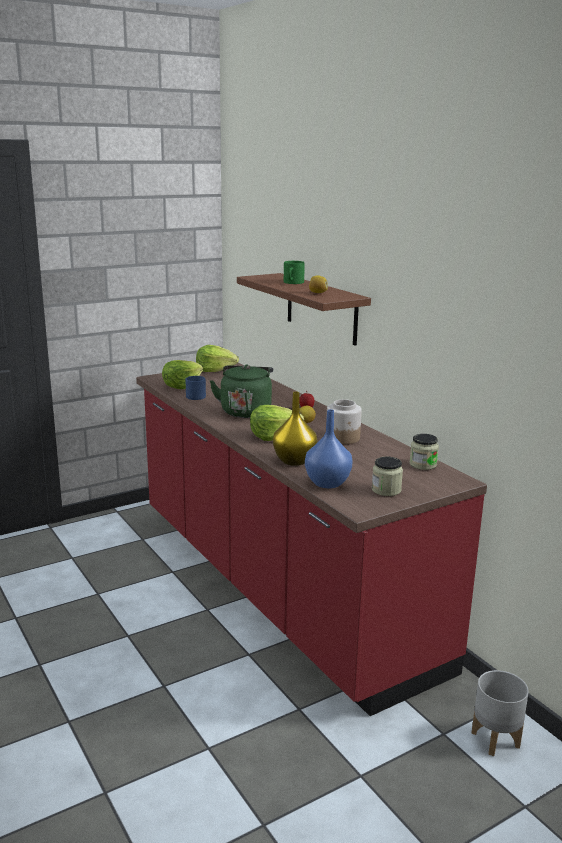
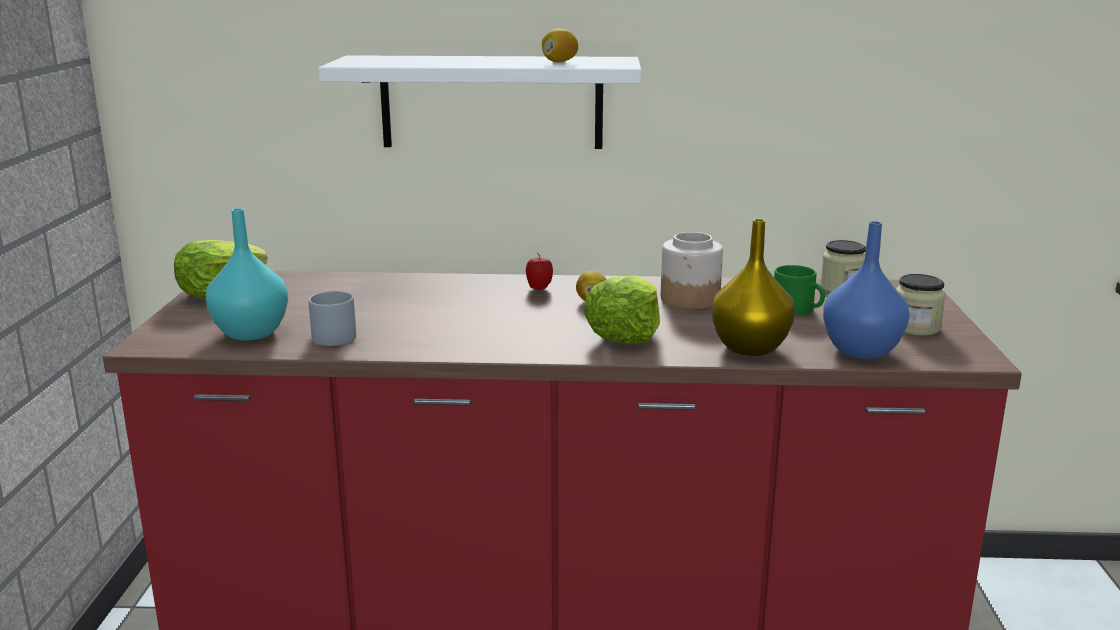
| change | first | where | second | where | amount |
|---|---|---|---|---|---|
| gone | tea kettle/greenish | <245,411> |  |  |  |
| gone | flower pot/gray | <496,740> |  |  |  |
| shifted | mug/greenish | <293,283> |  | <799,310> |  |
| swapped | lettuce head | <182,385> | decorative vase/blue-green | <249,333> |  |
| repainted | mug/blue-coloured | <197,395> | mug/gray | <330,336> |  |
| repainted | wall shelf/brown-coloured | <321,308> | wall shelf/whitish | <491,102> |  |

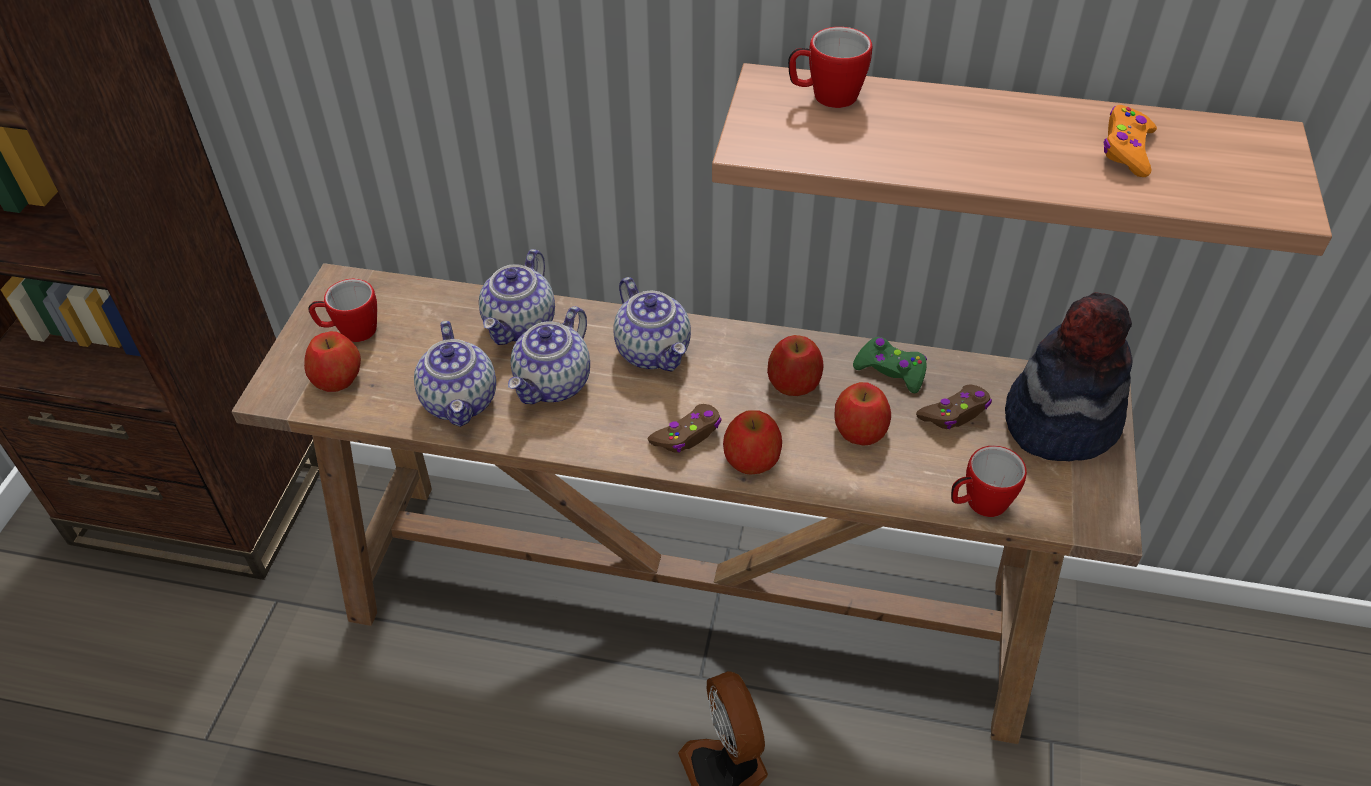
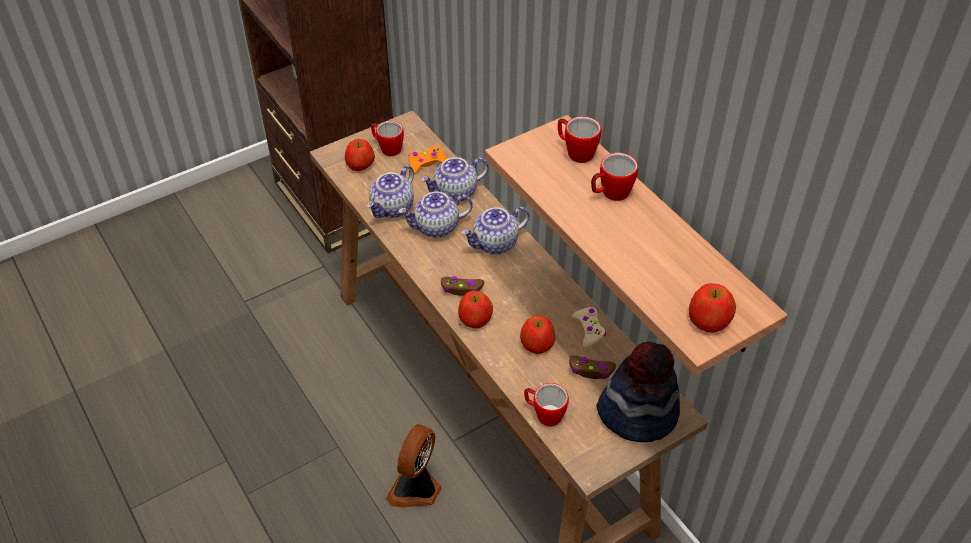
| change | first | where | second | where | amount |
|---|---|---|---|---|---|
| new |  |  | mug | <610,194> |  |
| shifted | apple | <794,381> |  | <709,320> |  |
| shifted | joypad/orange | <1126,150> |  | <426,163> |  |
| repainted | joypad/greenish | <891,370> | joypad/sand-coloured | <589,330> |  |
| rotated | tea pot | <654,351> |  | <495,244> | 45 degrees clockwise |

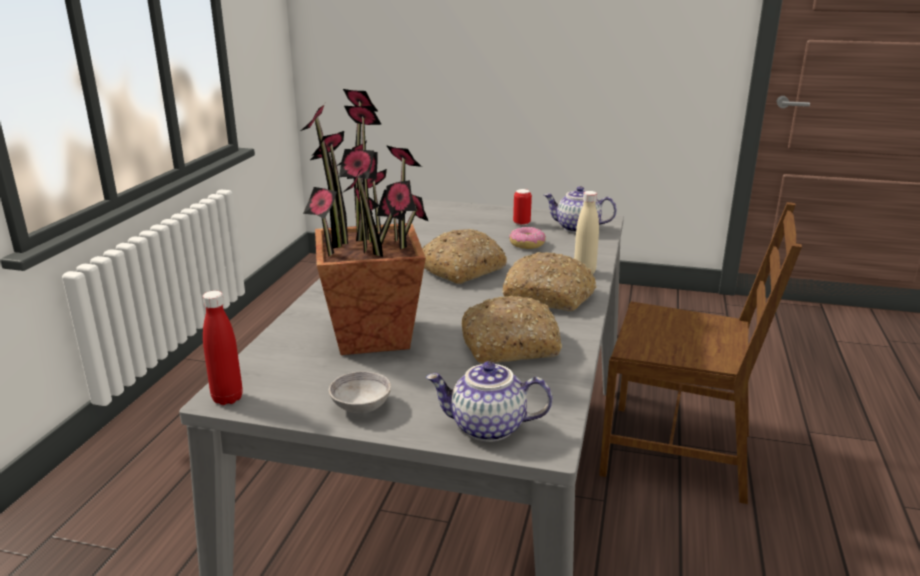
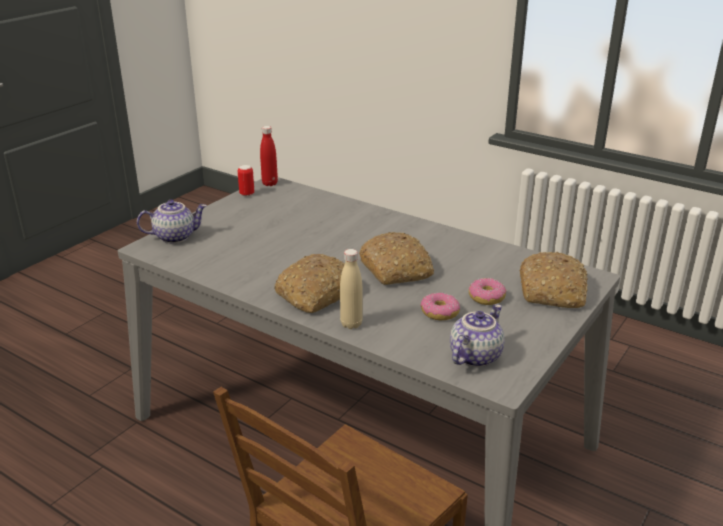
| change | first | where | second | where | amount |
|---|---|---|---|---|---|
| gone | houseplant | <373,336> |  |  |  |
| gone | bowl/gray | <361,406> |  |  |  |
| new |  |  | doughnut | <486,297> |  |
| shifted | bread | <511,345> |  | <553,291> |  |
| shifted | metal can | <521,223> |  | <247,194> |  |
| rotated | tea pot | <487,428> |  | <175,236> | 45 degrees clockwise |

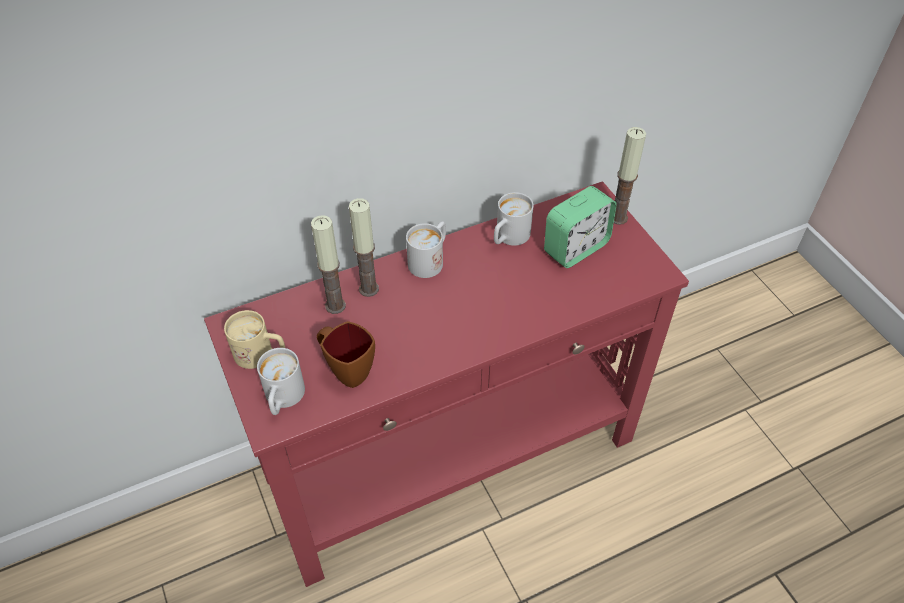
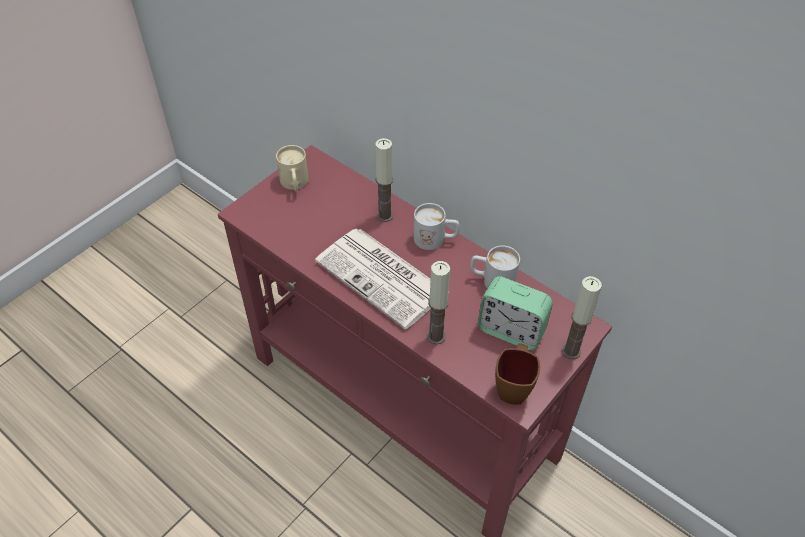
| change | first | where | second | where | amount |
|---|---|---|---|---|---|
| gone | mug/whitish | <283,399> |  |  |  |
| new |  |  | daily paper | <383,278> |  |
| shifted | candle | <335,306> |  | <436,336> |  |
| shifted | mug/brown-coloured | <346,370> |  | <513,386> |  |

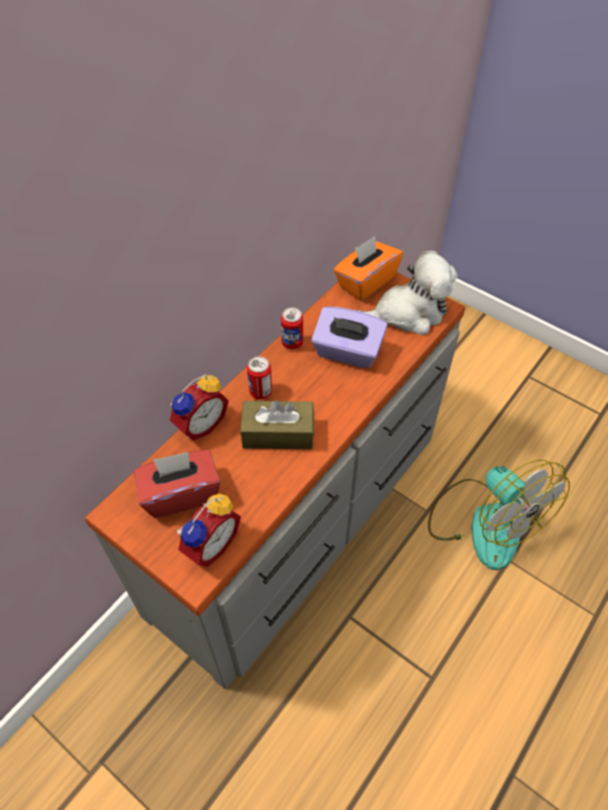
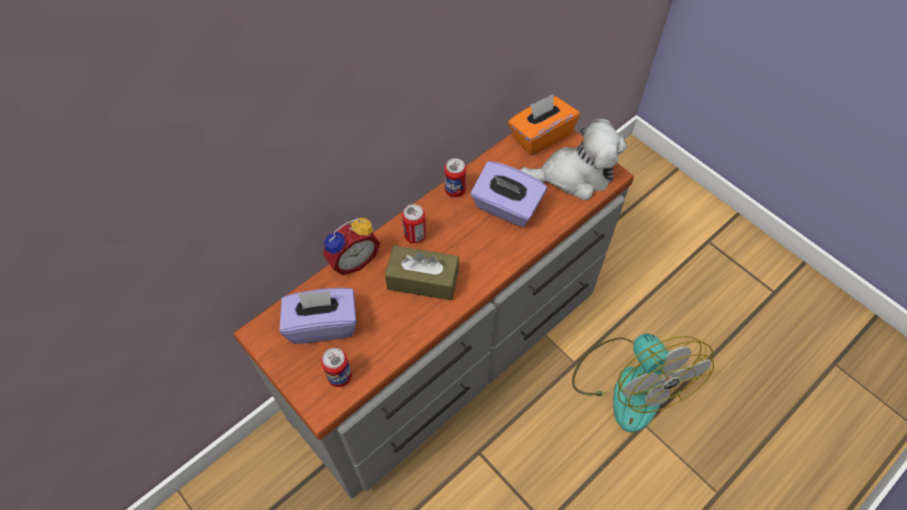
| change | first | where | second | where | amount |
|---|---|---|---|---|---|
| swapped | bedside clock | <209,544> | metal can | <340,376> |  |
| repainted | tissue holder/red | <181,493> | tissue holder/purplish | <322,324> |  |

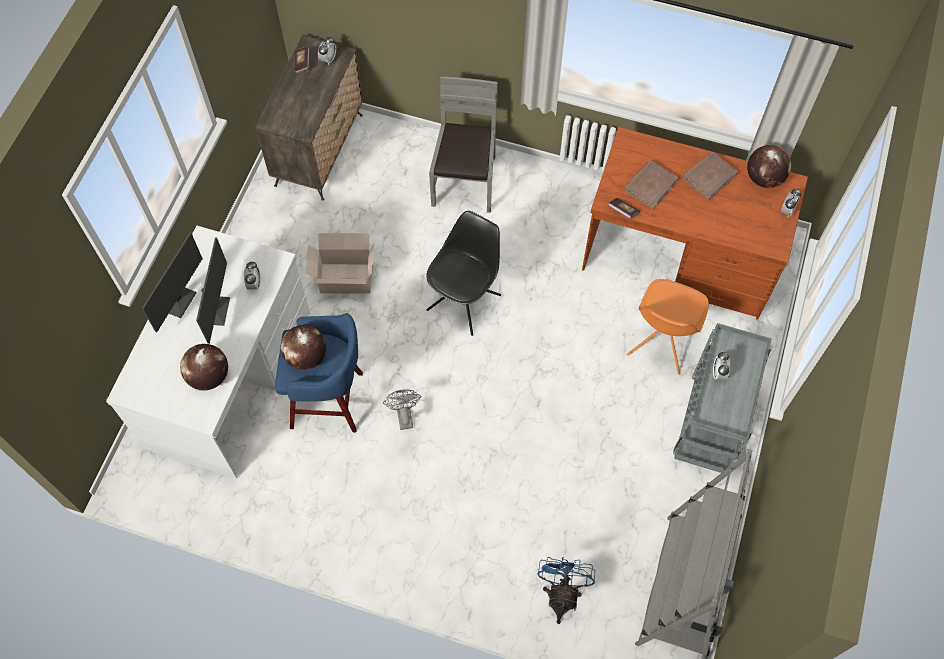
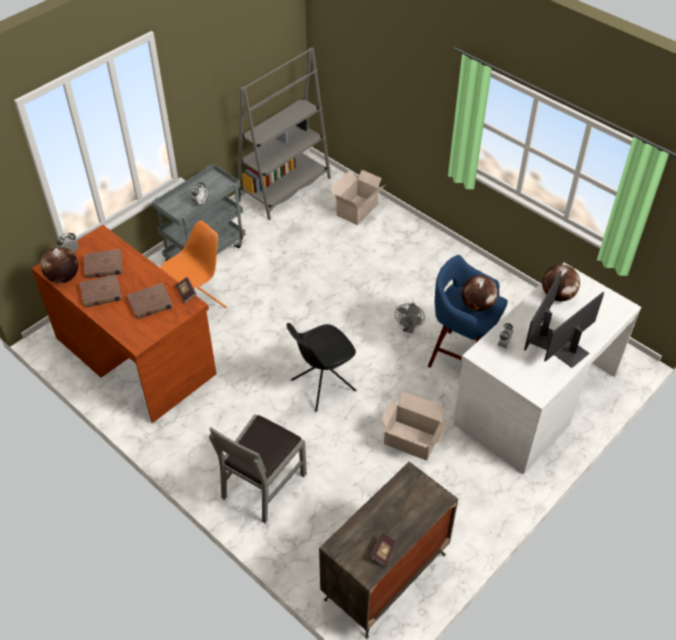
| change | first | where | second | where | amount |
|---|---|---|---|---|---|
| gone | bedside clock | <328,59> |  |  |  |
| new |  |  | book/brown-coloured | <103,266> |  |
| swapped | fan/blue-coloured | <561,594> | carton | <358,209> |  |

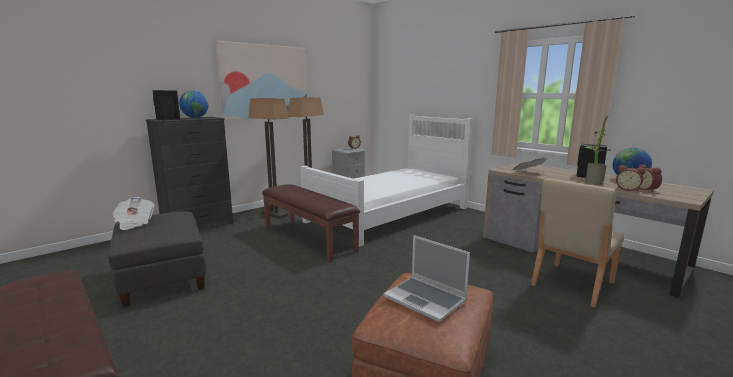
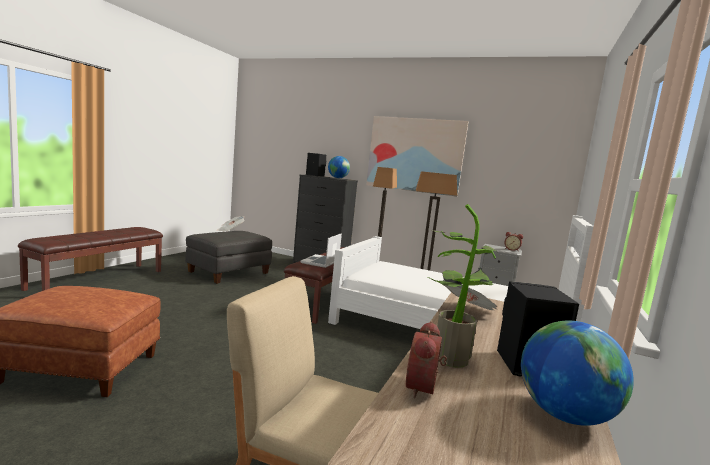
| change | first | where | second | where | amount |
|---|---|---|---|---|---|
| gone | bedside clock | <646,189> |  |  |  |
| shifted | laptop | <426,299> |  | <320,262> |  |

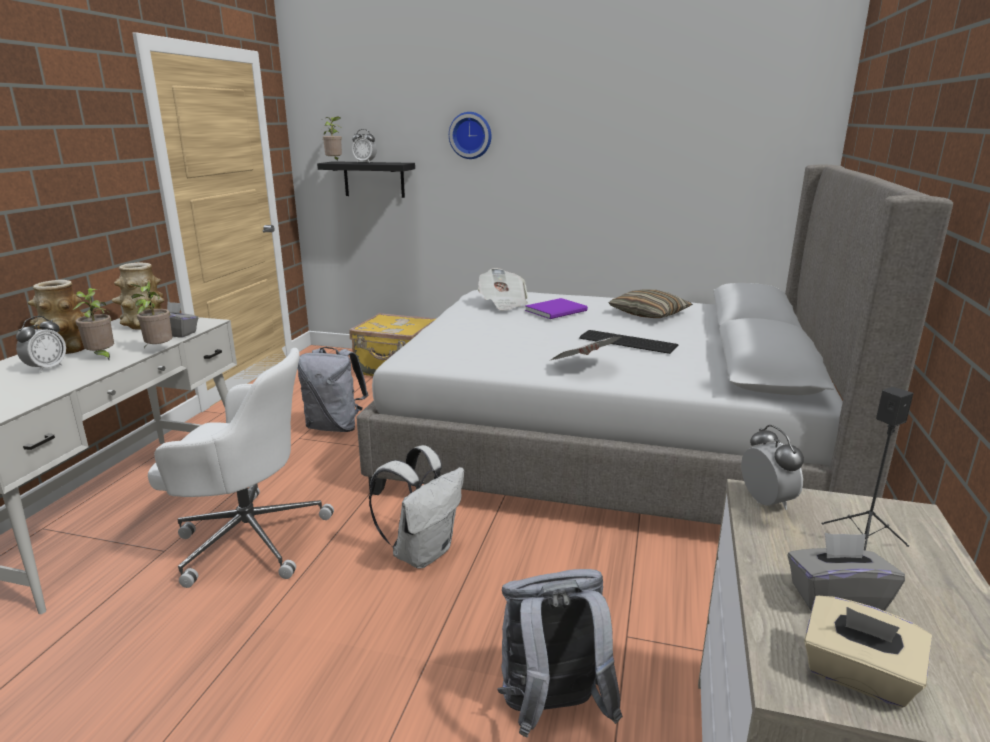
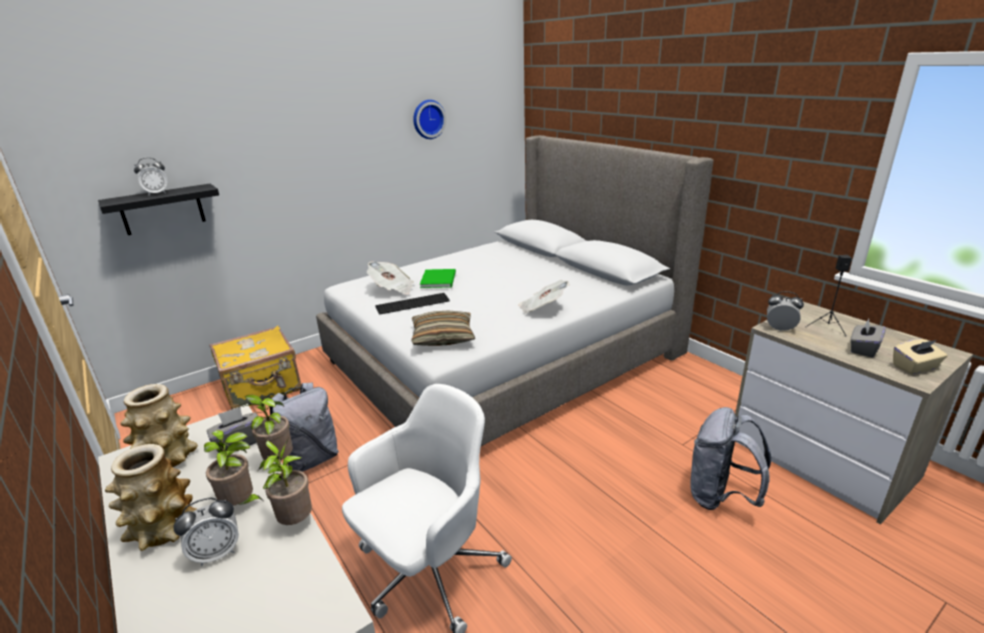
| change | first | where | second | where | amount |
|---|---|---|---|---|---|
| gone | backpack/whitish | <422,552> |  |  |  |
| shifted | houseplant | <334,162> |  | <296,521> |  |
| shifted | clock on the wall | <471,135> |  | <428,119> |  |
| shifted | computer keyboard | <628,342> |  | <413,304> |  |
| shifted | throw pillow | <649,314> |  | <443,337> |  |
| repainted | book/purplish | <558,310> | book/greenish | <439,279> |  |
| rotated | bedside clock | <46,368> |  | <217,553> | 90 degrees clockwise |

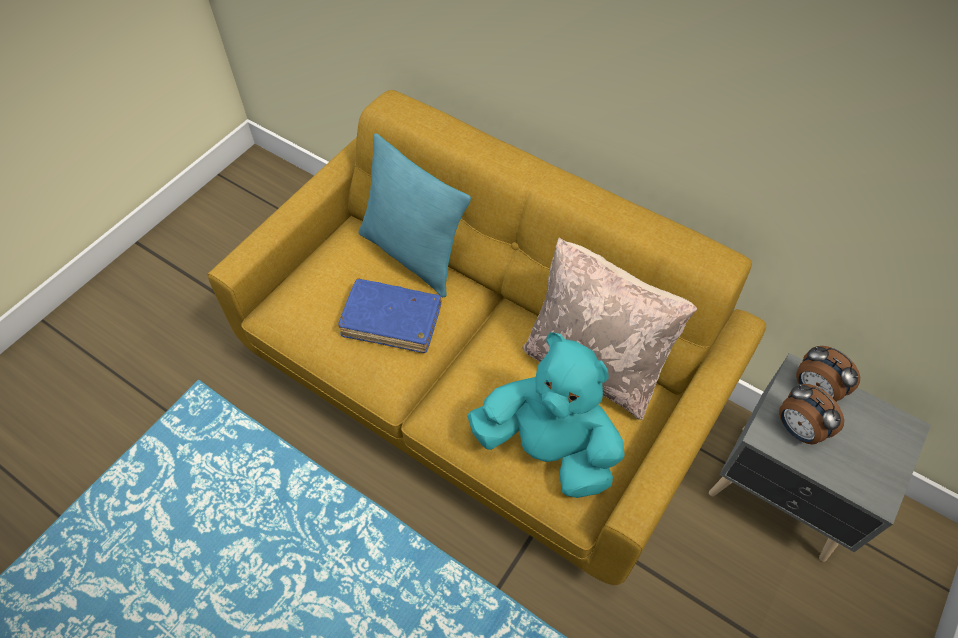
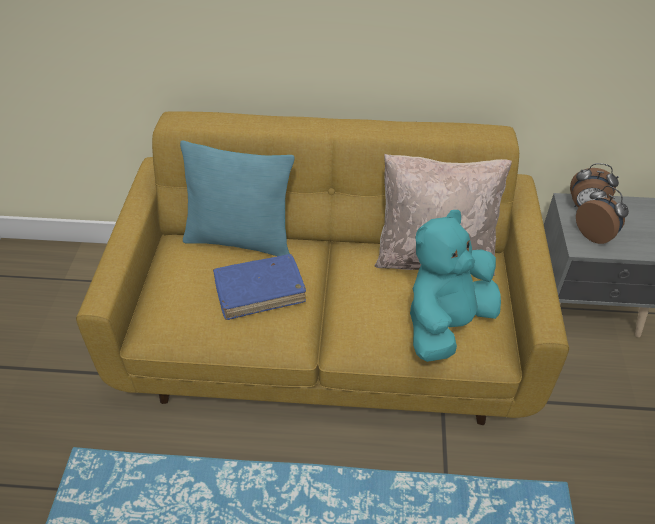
| change | first | where | second | where | amount |
|---|---|---|---|---|---|
| rotated | plush toy/blue-green | <548,448> |  | <446,324> | 45 degrees counterclockwise |
| rotated | bedside clock | <797,429> |  | <595,235> | 150 degrees counterclockwise |

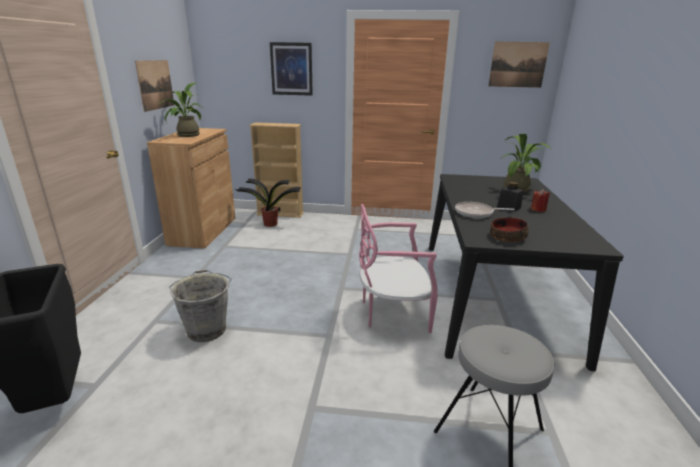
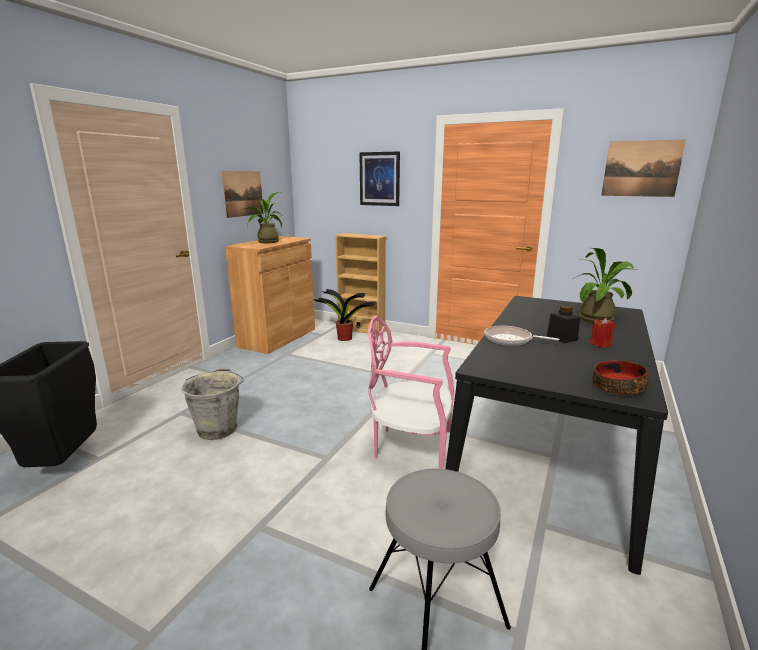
| change | first | where | second | where | amount |
|---|---|---|---|---|---|
| shifted | bowl | <507,237> |  | <617,387> |  |

